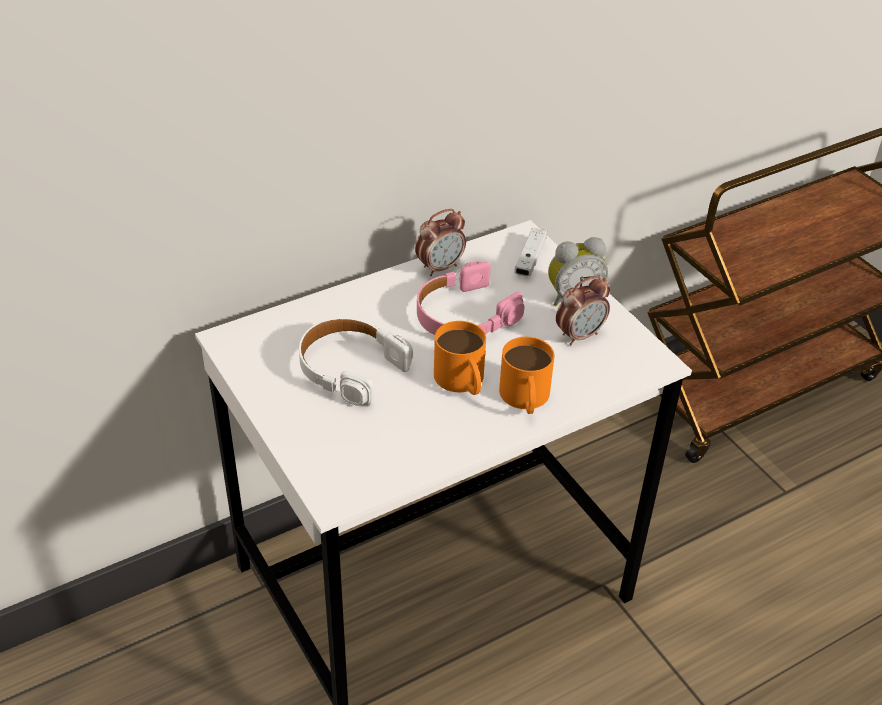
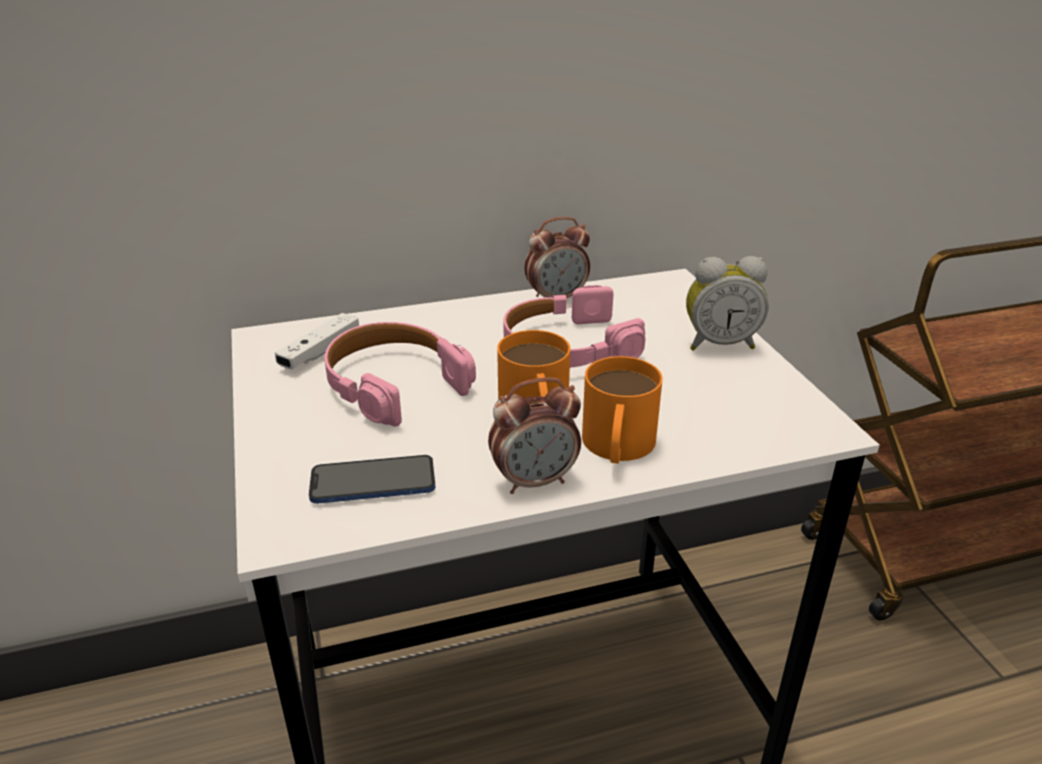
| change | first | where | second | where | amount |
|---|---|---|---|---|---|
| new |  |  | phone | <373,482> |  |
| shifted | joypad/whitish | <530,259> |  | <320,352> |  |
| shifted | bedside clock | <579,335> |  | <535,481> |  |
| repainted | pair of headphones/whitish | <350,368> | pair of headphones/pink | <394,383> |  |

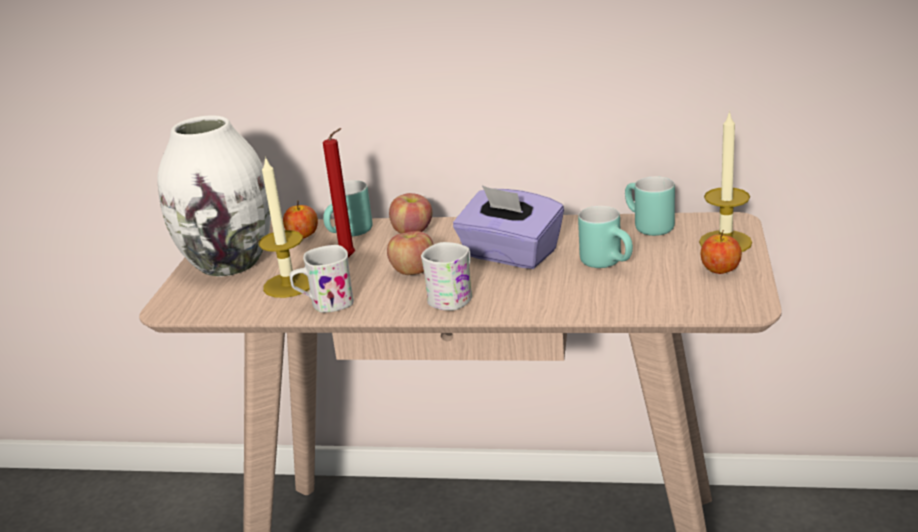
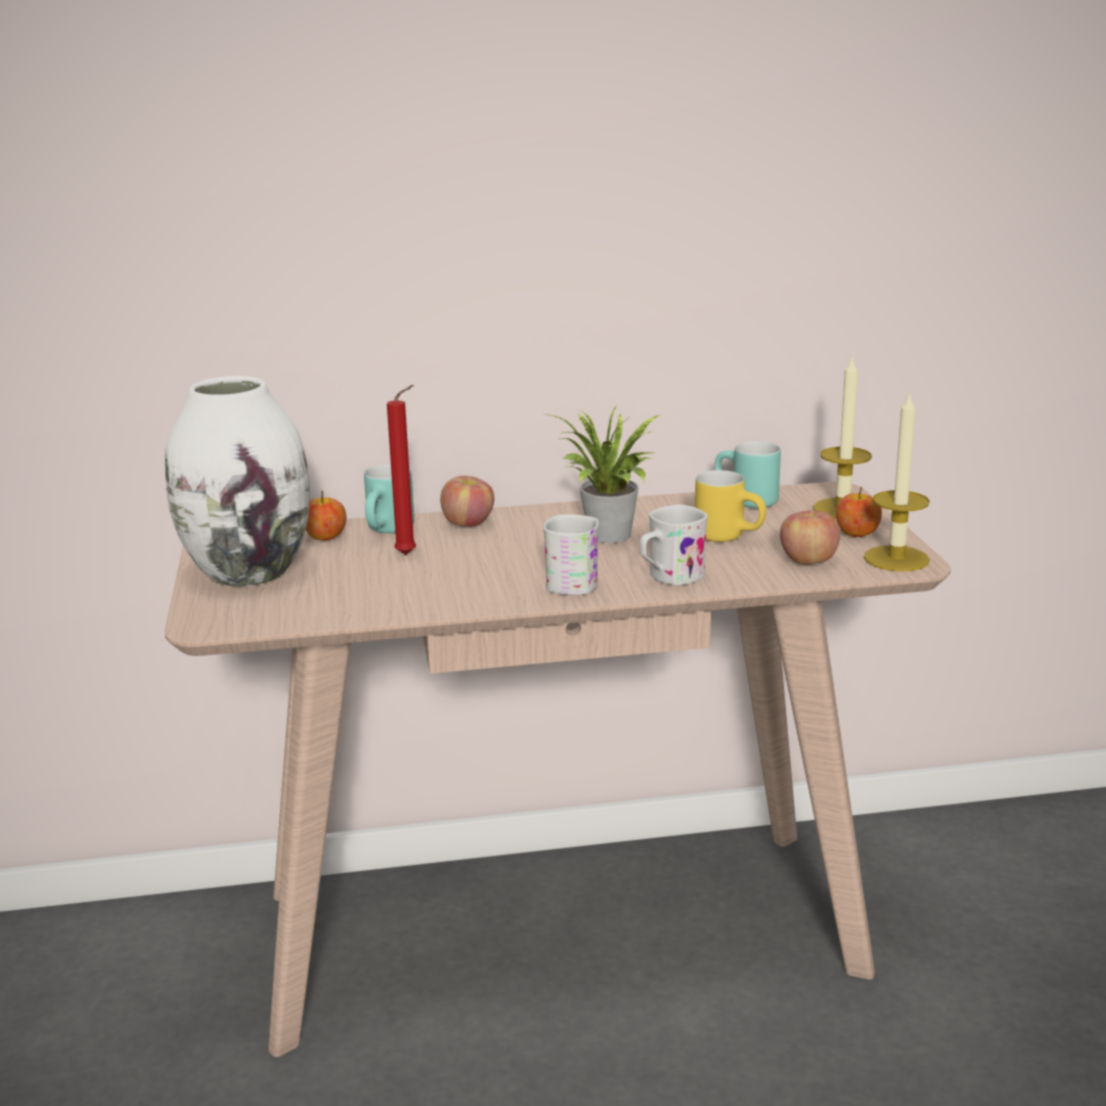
| change | first | where | second | where | amount |
|---|---|---|---|---|---|
| shifted | candle | <288,285> |  | <896,559> |  |
| shifted | mug/whitish | <325,304> |  | <669,578> |  |
| shifted | apple | <413,271> |  | <808,561> |  |
| swapped | tissue holder/purplish | <510,255> | houseplant | <608,537> |  |
| repainted | mug/blue-green | <609,263> | mug/yellow-coloured | <730,537> |  |

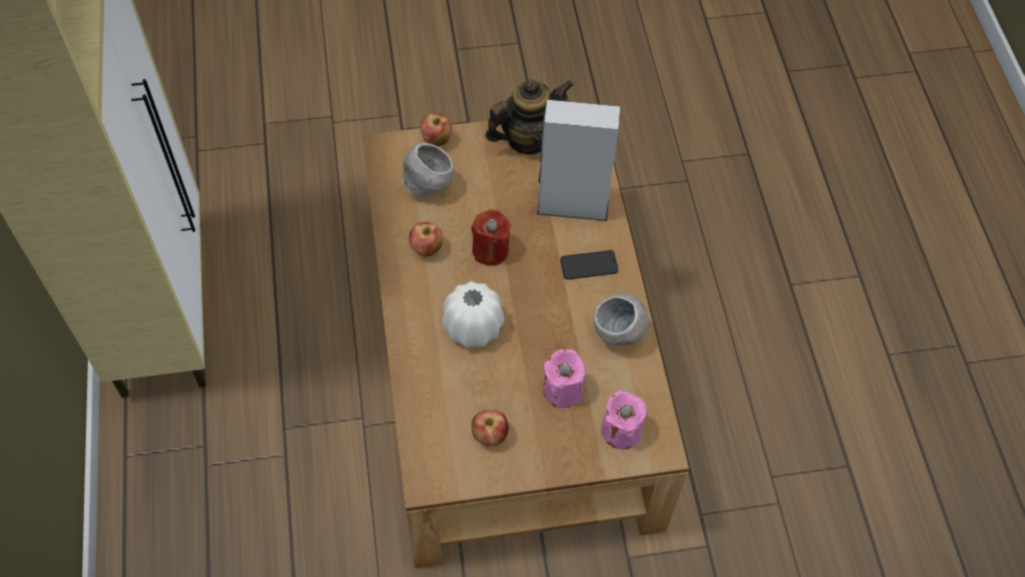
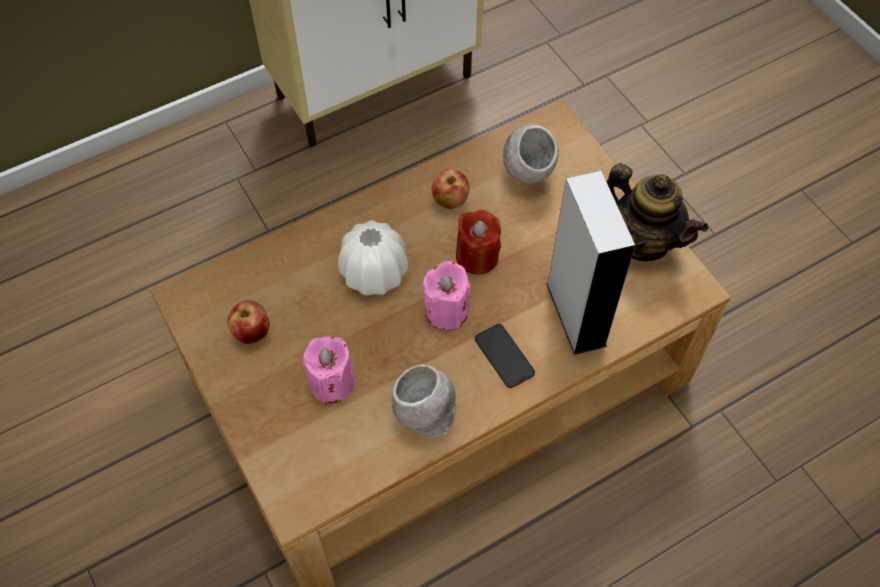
| change | first | where | second | where | amount |
|---|---|---|---|---|---|
| gone | apple | <436,140> |  |  |  |
| shifted | candle/pink | <621,431> |  | <446,310> |  |

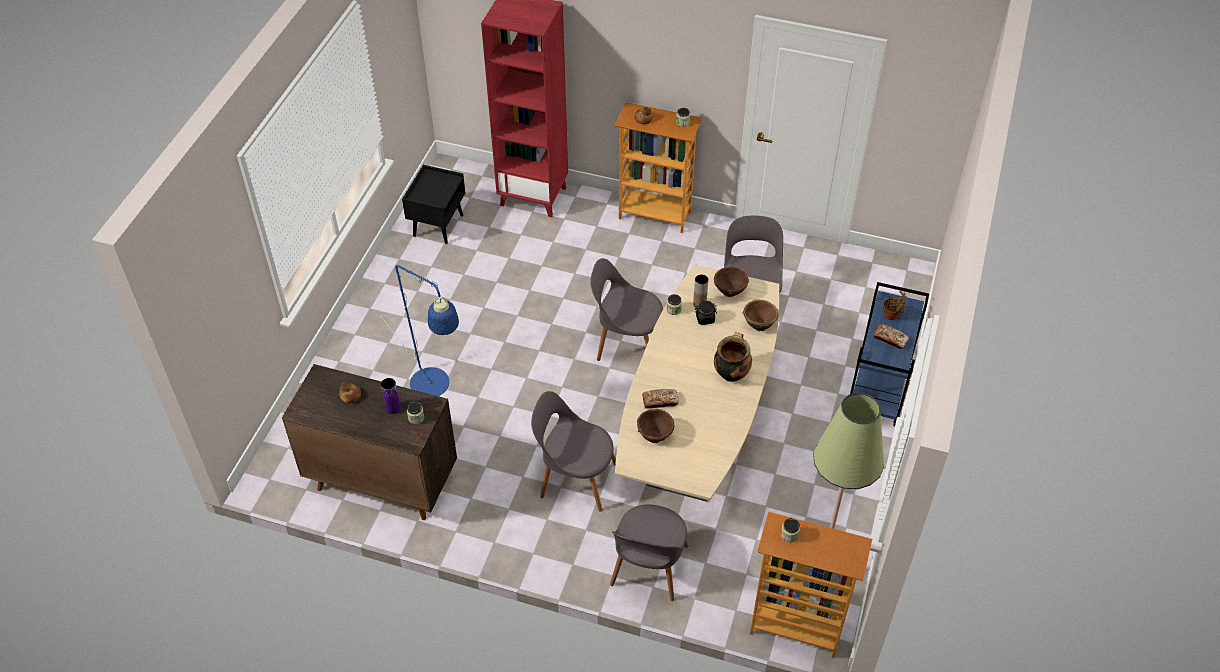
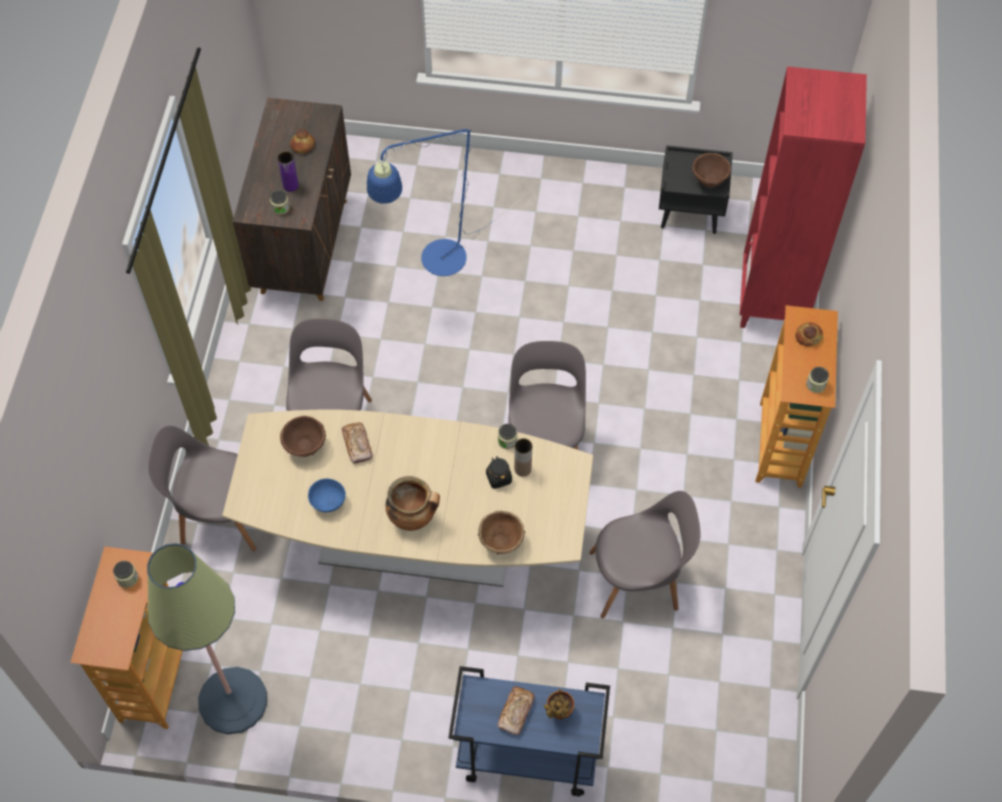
| change | first | where | second | where | amount |
|---|---|---|---|---|---|
| new |  |  | bowl/blue-coloured | <328,502> |  |
| shifted | bowl/brown-coloured | <730,291> |  | <709,180> |  |

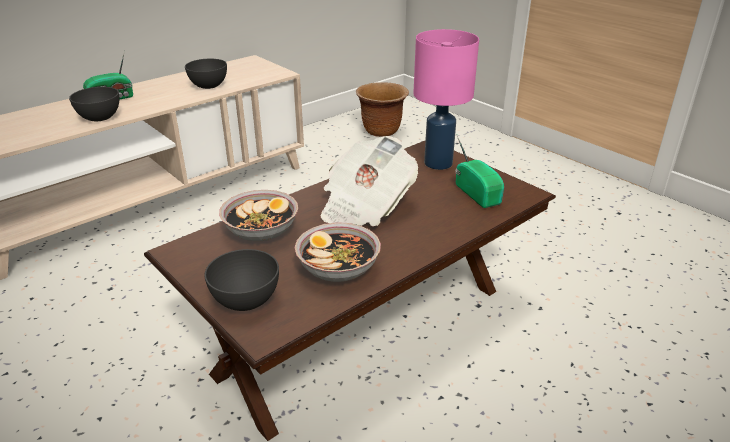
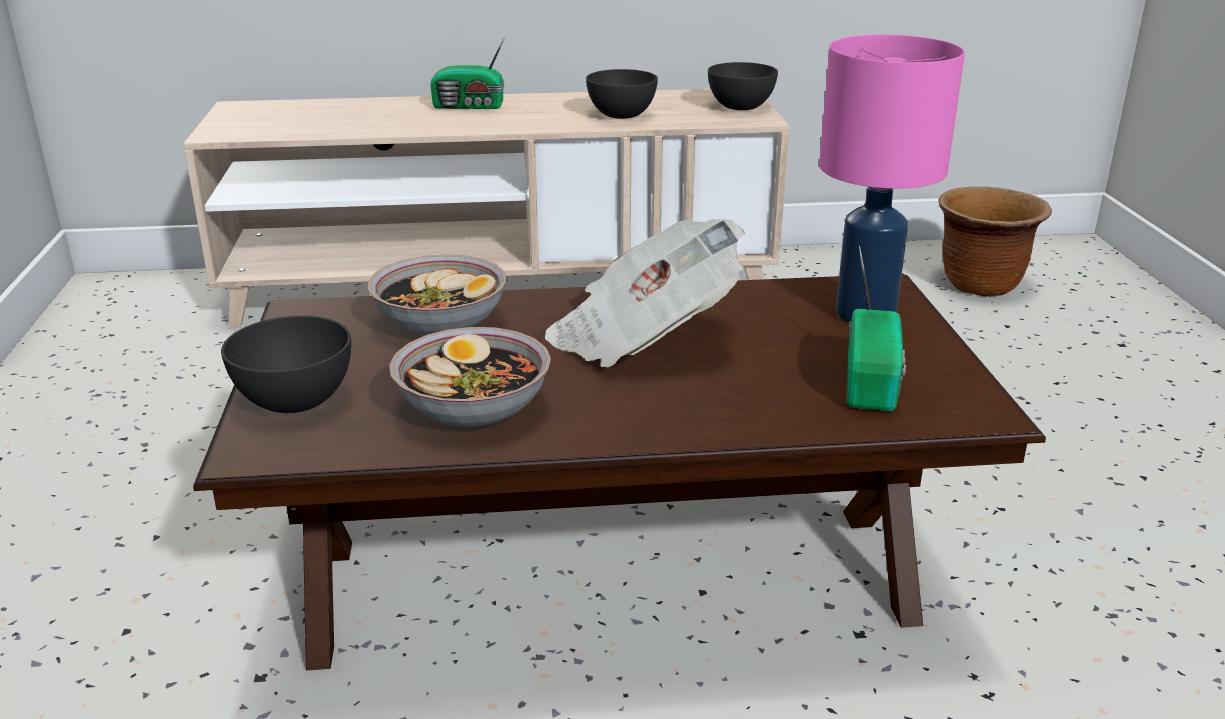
| change | first | where | second | where | amount |
|---|---|---|---|---|---|
| shifted | bowl/gray | <99,118> |  | <740,107> |  |

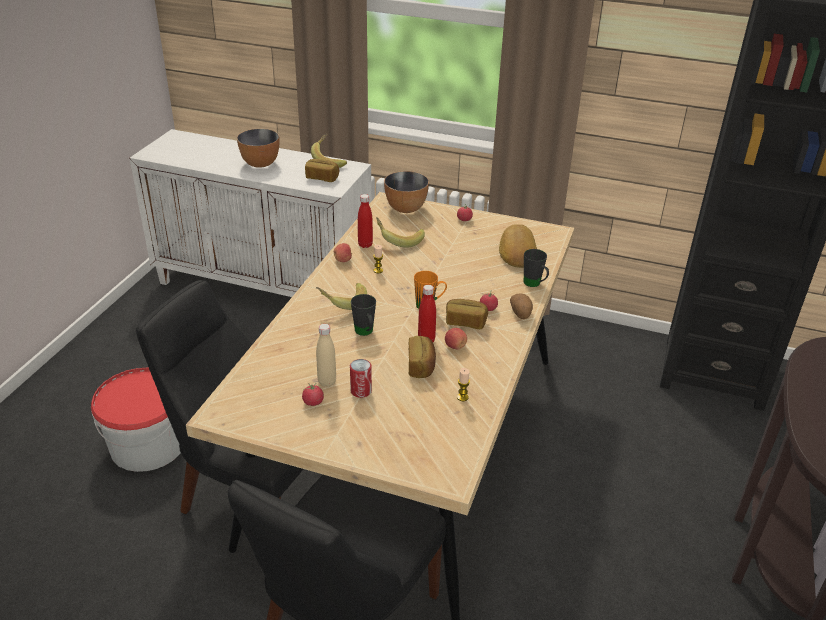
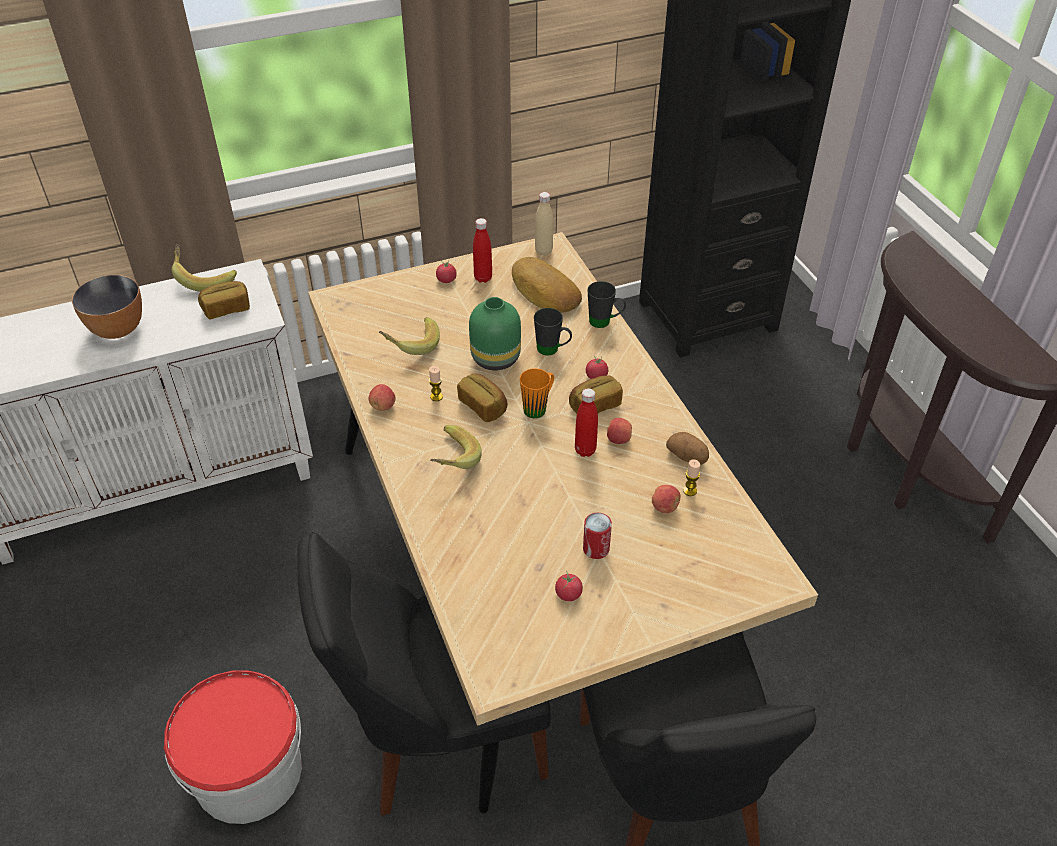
| change | first | where | second | where | amount |
|---|---|---|---|---|---|
| gone | bowl | <405,208> |  |  |  |
| new |  |  | decorative vase/greenish | <494,358> |  |
| new |  |  | apple | <665,507> |  |
| shifted | drink bottle/sand-coloured | <327,382> |  | <543,251> |  |
| shifted | mug/blackish | <365,333> |  | <552,350> |  |
| shifted | drink bottle/red | <365,245> |  | <483,278> |  |
| shifted | bread | <421,366> |  | <483,406> |  |
| shifted | spud | <521,314> |  | <687,457> |  |

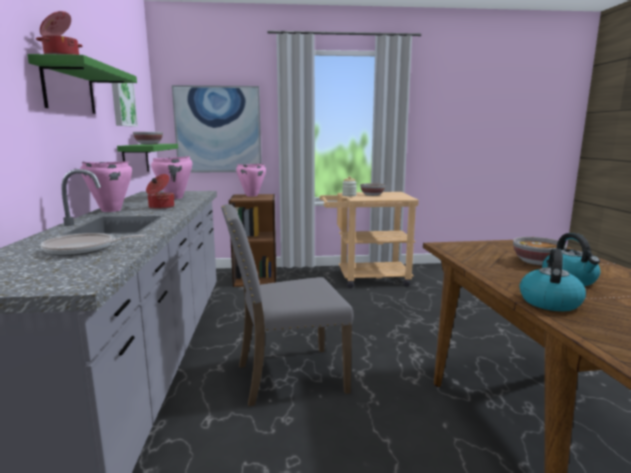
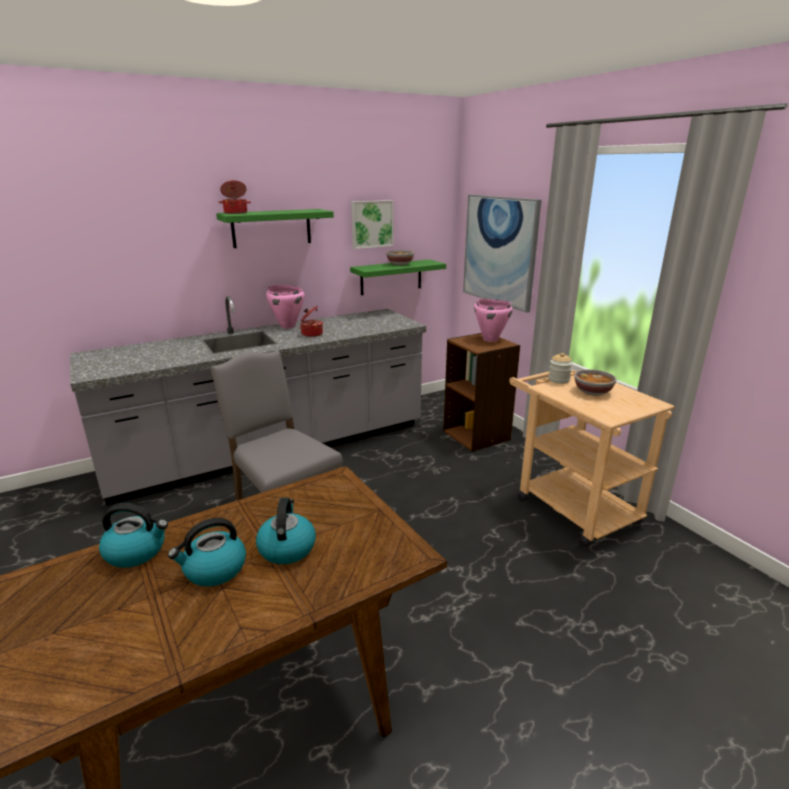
| change | first | where | second | where | amount |
|---|---|---|---|---|---|
| gone | frying pan | <83,249> |  |  |  |
| gone | stockpot/pink | <175,198> |  |  |  |
| swapped | bowl | <537,262> | tea kettle | <287,547> |  |

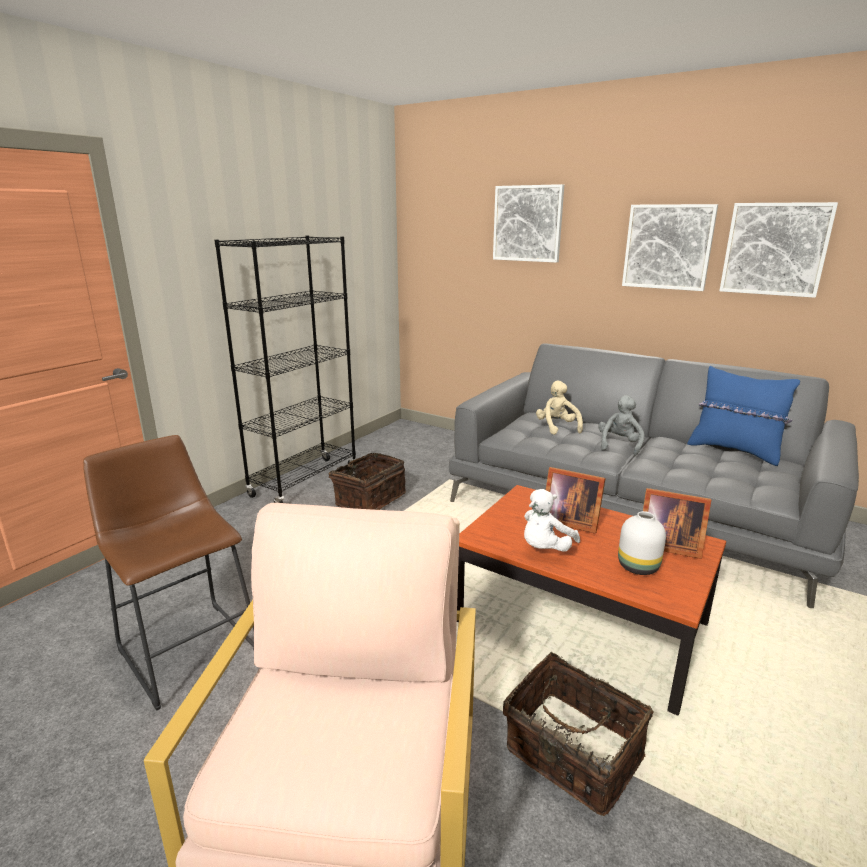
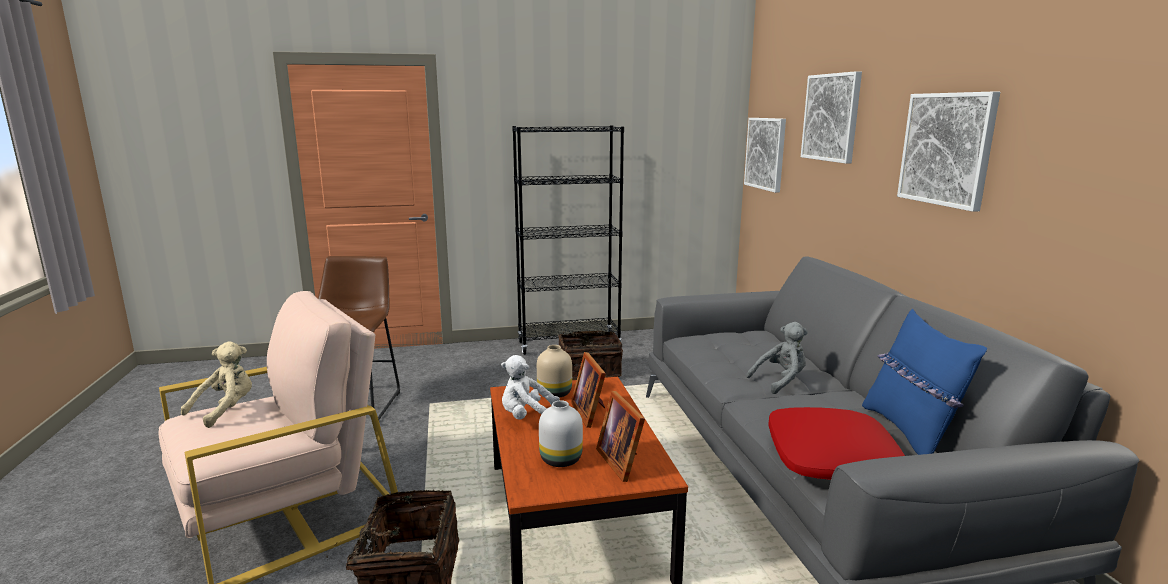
| change | first | where | second | where | amount |
|---|---|---|---|---|---|
| new |  |  | decorative vase/sand-coloured | <554,393> |  |
| new |  |  | throw pillow/red | <830,459> |  |
| shifted | plush toy/sand-coloured | <557,427> |  | <226,410> |  |
| shifted | wall picture | <775,249> |  | <766,153> |  |

